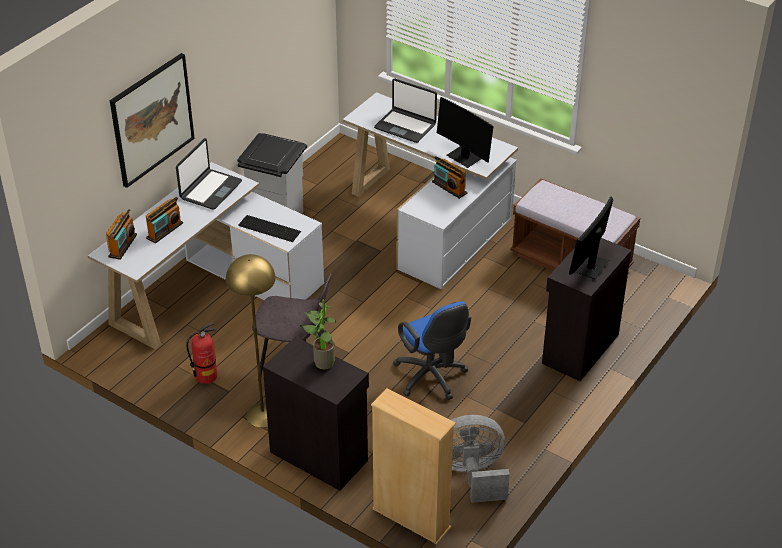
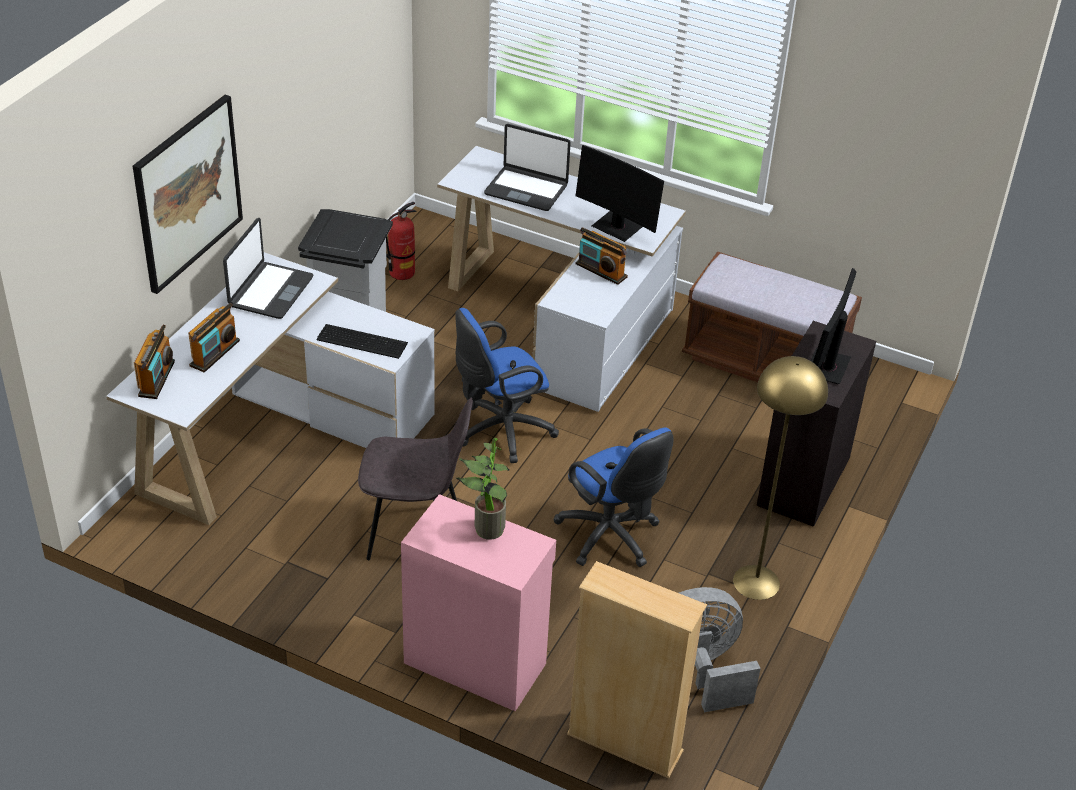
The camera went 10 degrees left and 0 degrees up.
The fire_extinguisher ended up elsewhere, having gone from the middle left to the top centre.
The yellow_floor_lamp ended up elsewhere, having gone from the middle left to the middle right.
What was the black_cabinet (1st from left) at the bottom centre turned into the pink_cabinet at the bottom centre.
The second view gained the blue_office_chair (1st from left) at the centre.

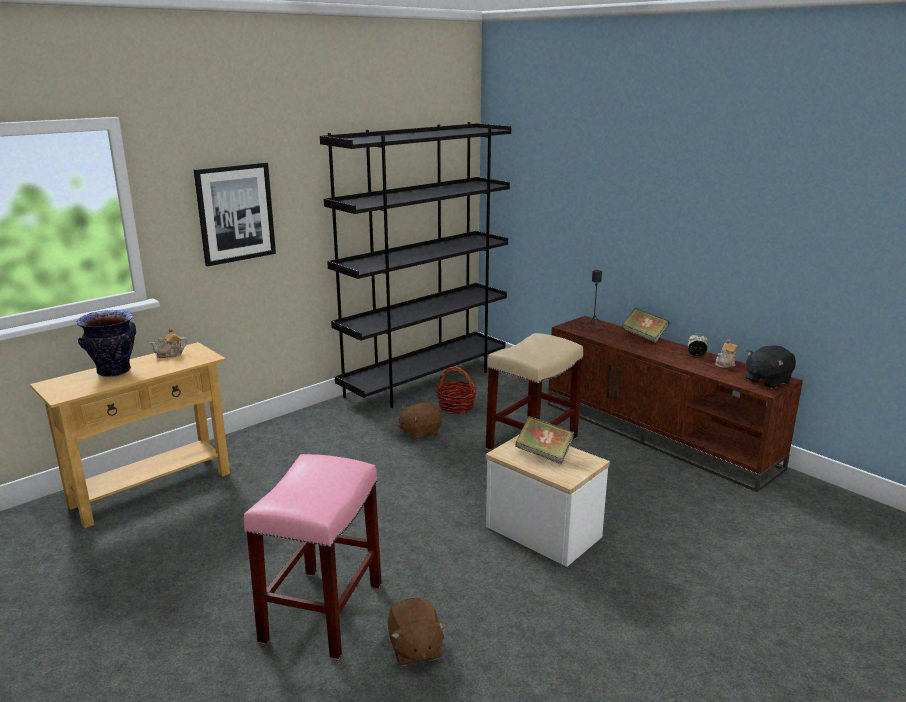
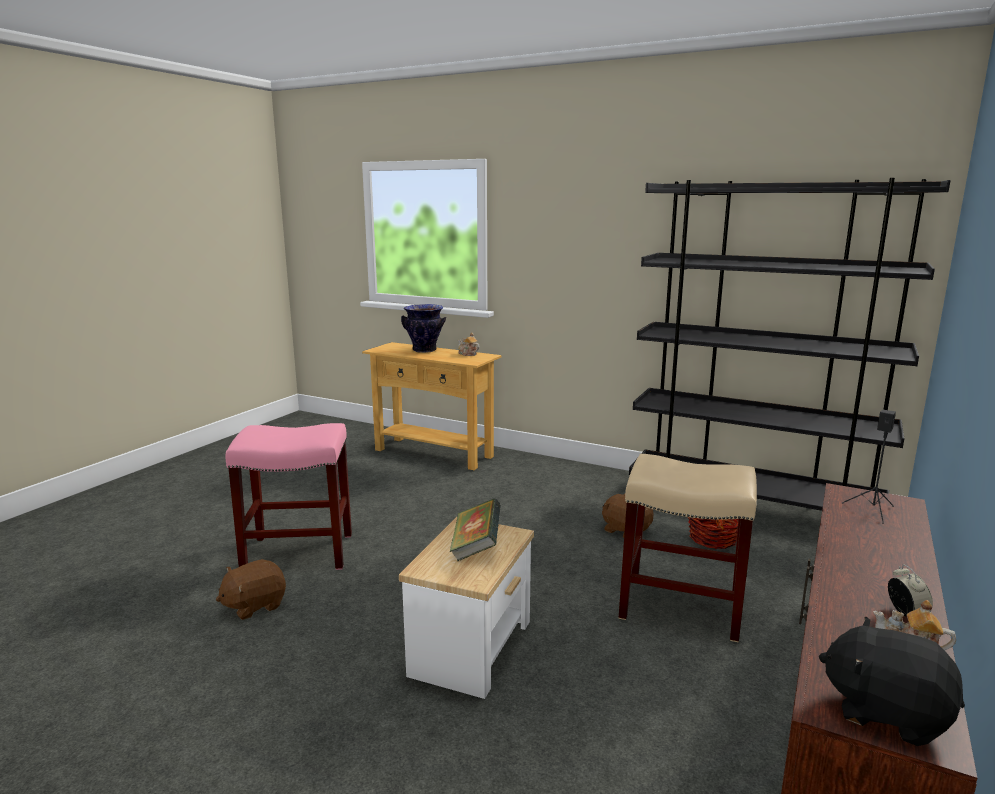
The camera went 70 degrees right and 5 degrees down.
The second view lost the picture at the top left.
The second view lost the book (2nd from left) at the middle right.

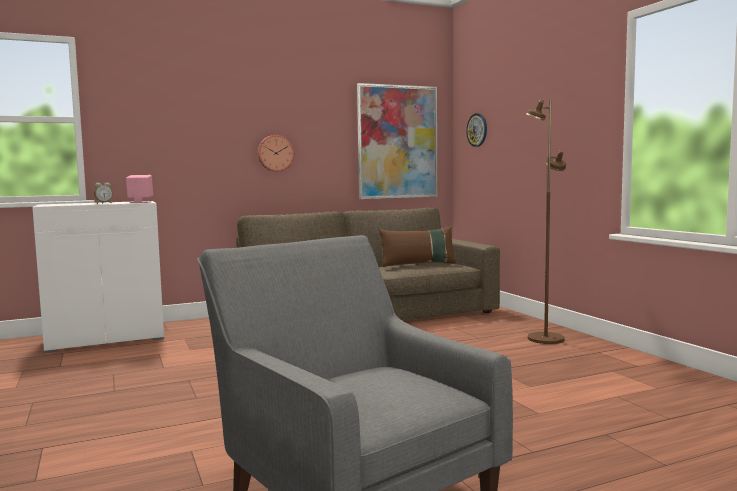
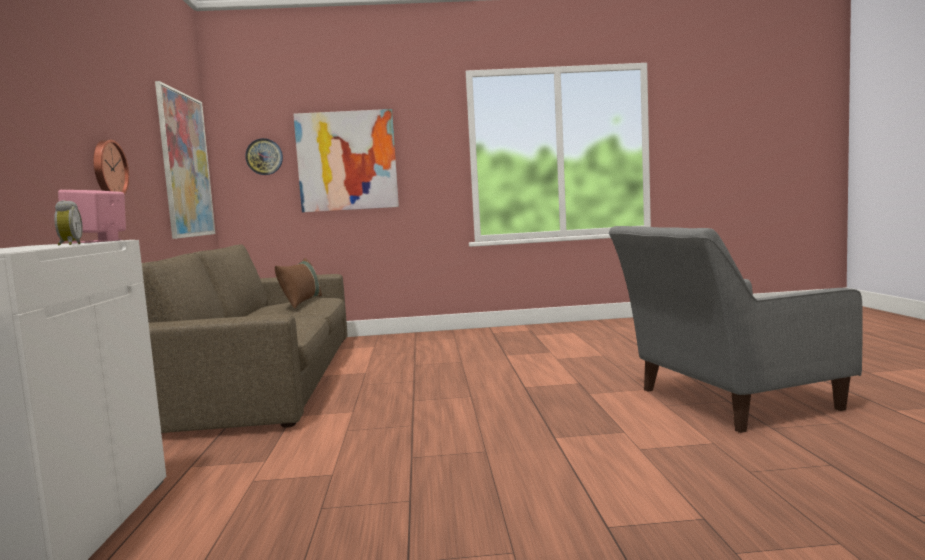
The camera went 70 degrees left and 0 degrees up.
The second view lost the brown_floor_lamp at the middle right.
The second view gained the picture (2nd from left) at the top centre.

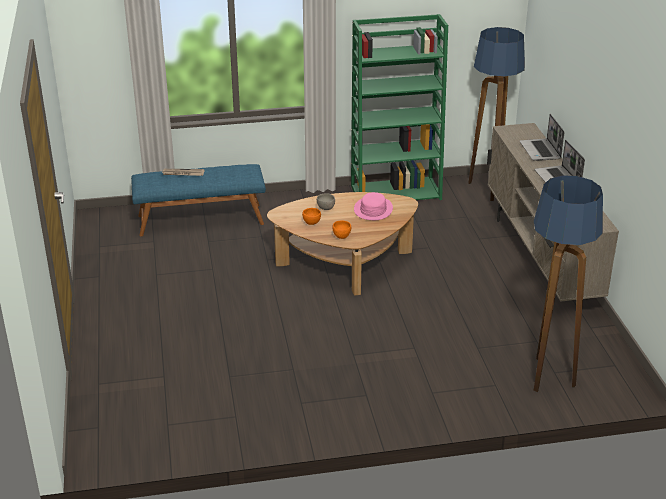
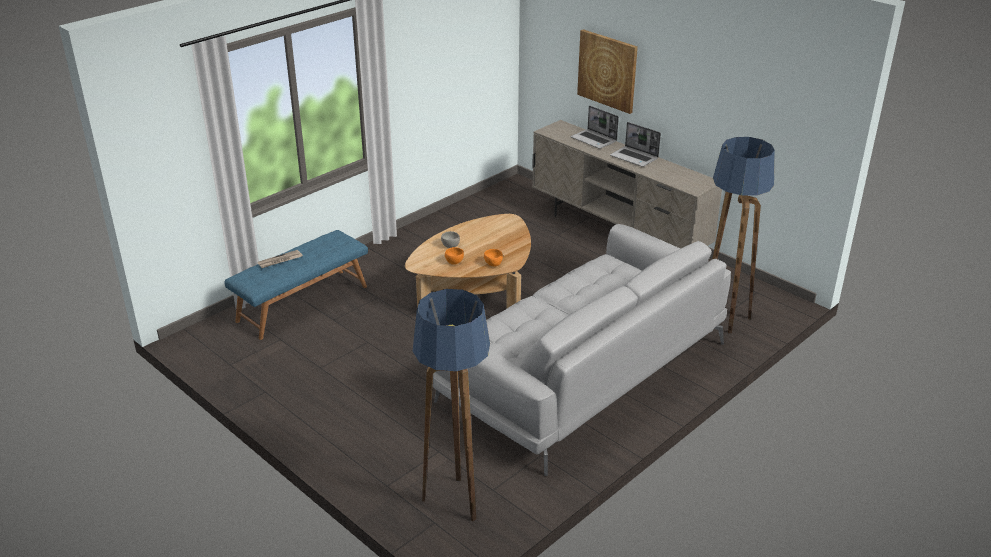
The camera went 35 degrees left and 0 degrees up.
The second view lost the green_bookcase at the top centre.
The second view lost the pink_hat at the centre.
The floor_lamp (1st from left) ended up elsewhere, having gone from the top right to the bottom centre.
The second view gained the grey_sofa at the centre.
The second view gained the picture at the top centre.

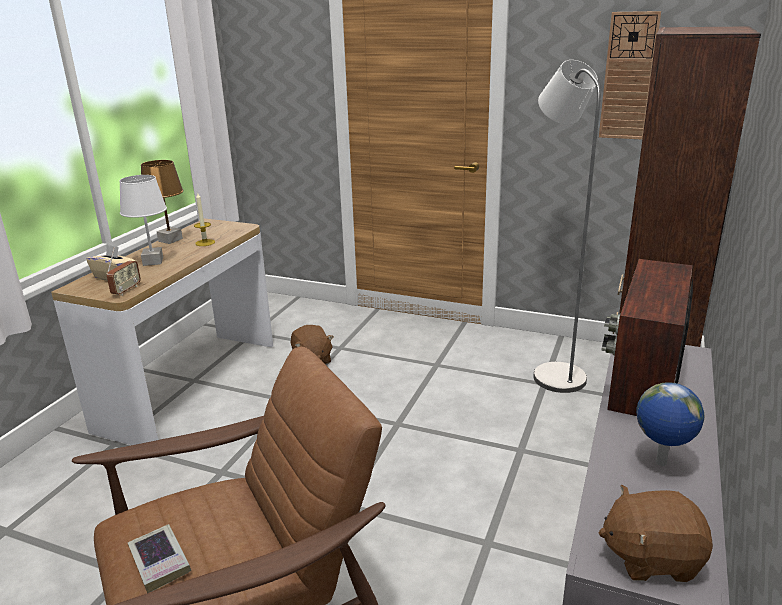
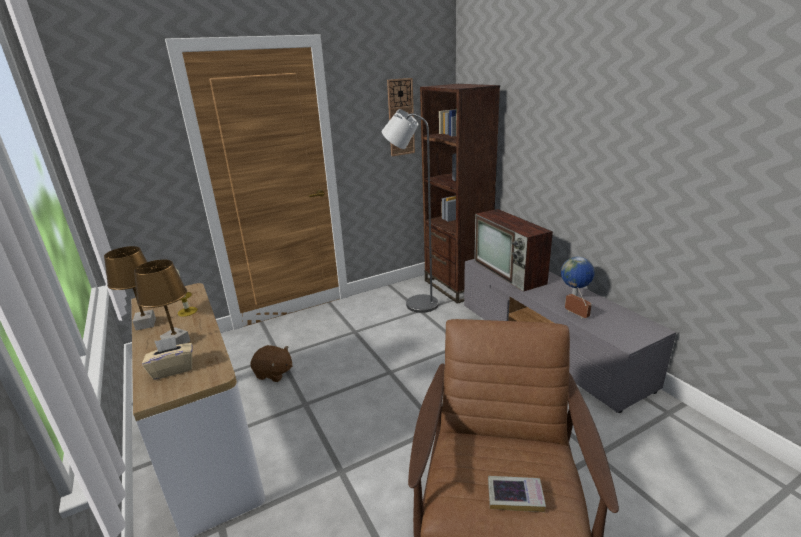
The camera went 50 degrees left and 0 degrees up.
The radio ended up elsewhere, having gone from the middle left to the middle right.
What was the white_table_lamp at the middle left turned into the brown_table_lamp (2nd from left) at the middle left.
The second view lost the brown_plush_toy (2nd from left) at the bottom right.

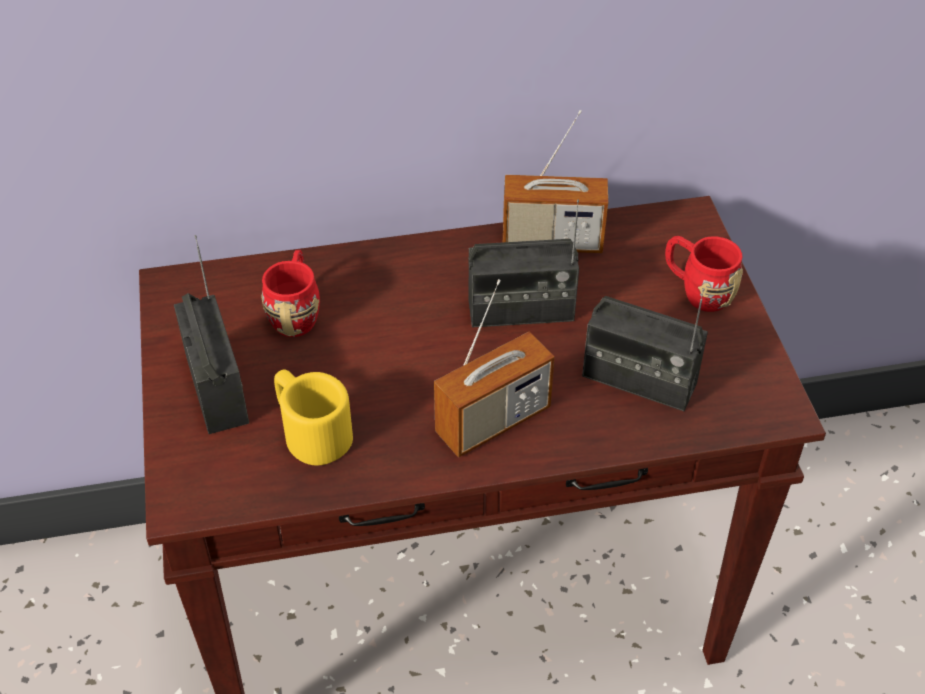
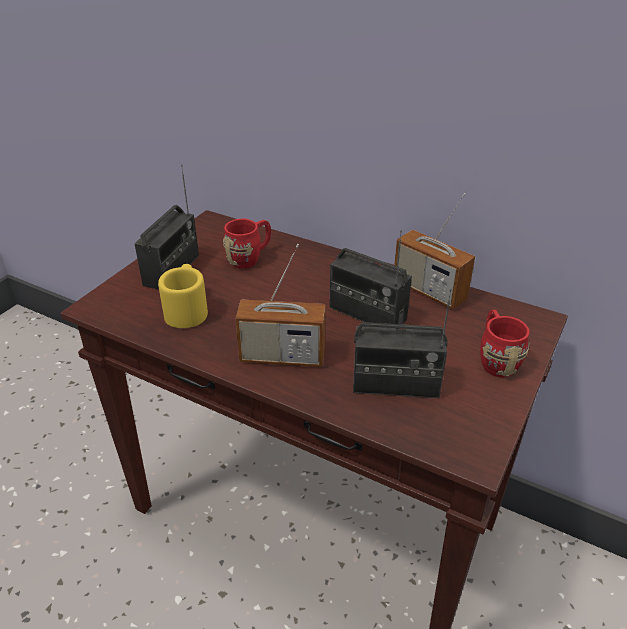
The camera went 40 degrees right and 10 degrees down.
The radio (5th from left in the first image) at the middle right ended up facing another way, 60 degrees counterclockwise from before.

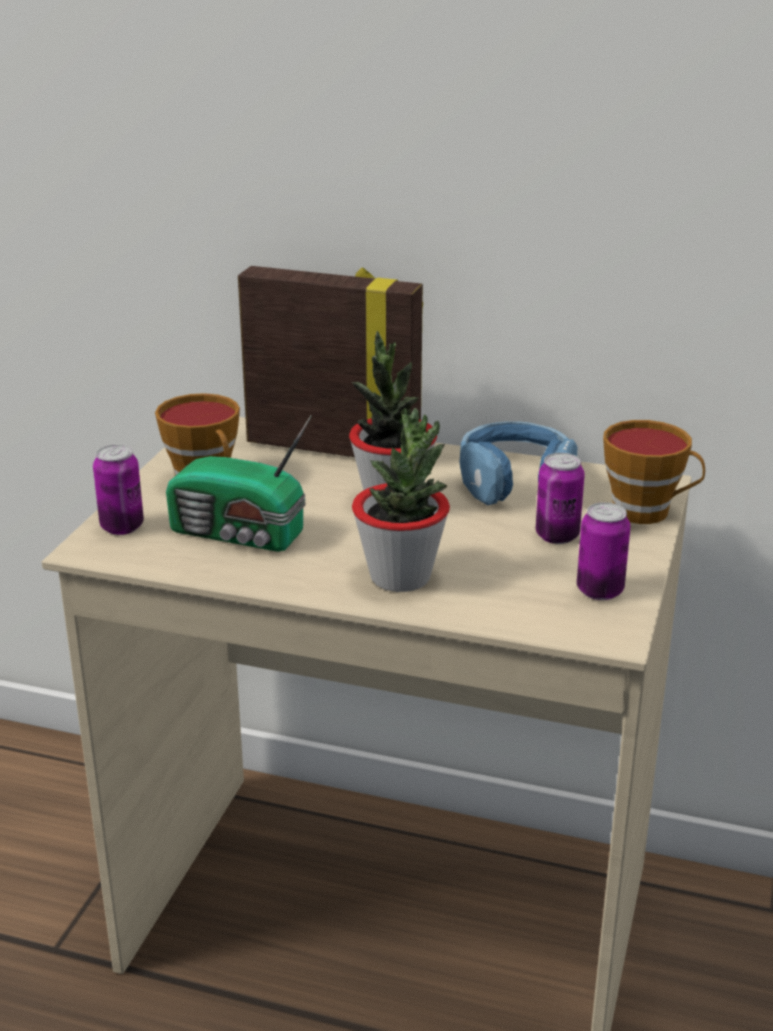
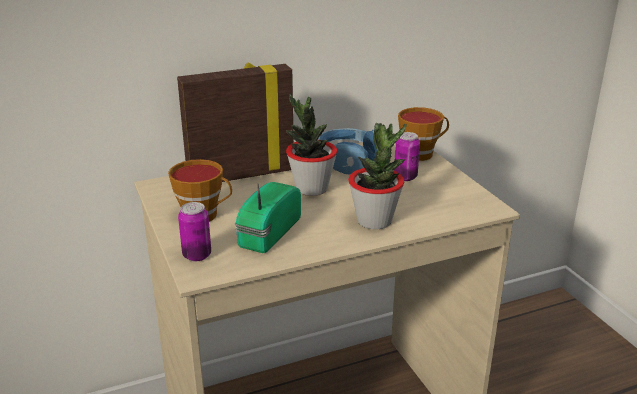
The camera went 40 degrees left and 0 degrees up.
The radio at the middle left ended up facing another way, 135 degrees clockwise from before.
The second view lost the can (3rd from left) at the middle right.

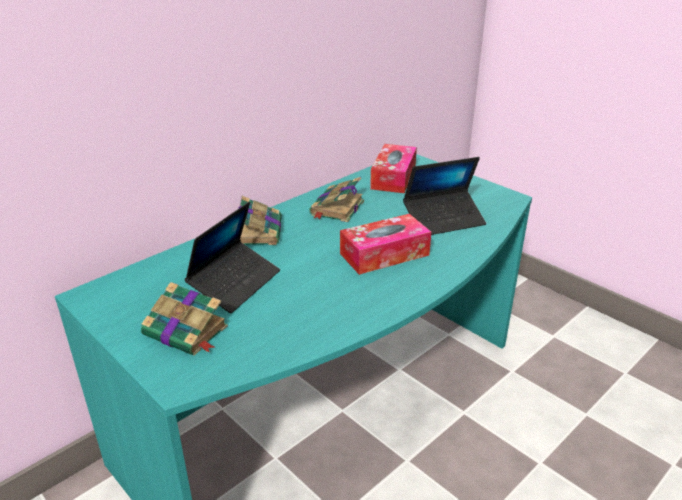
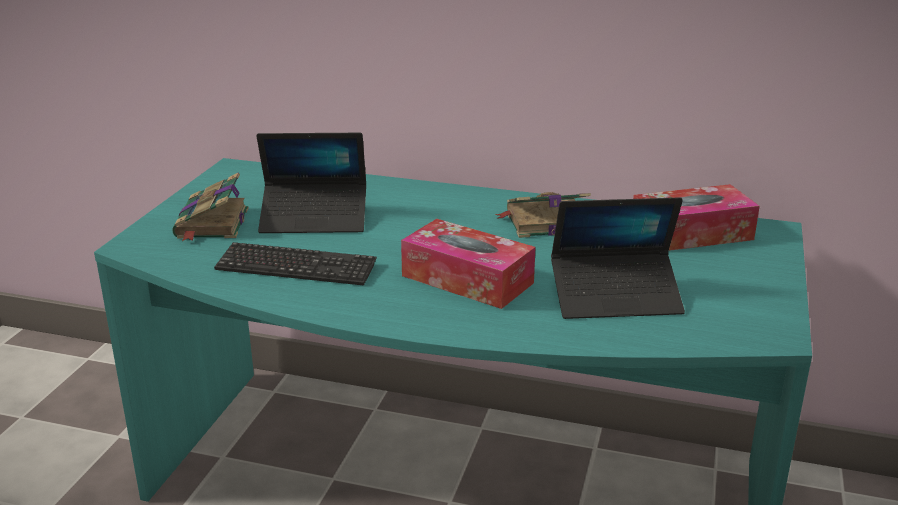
The camera went 60 degrees right and 5 degrees down.
The second view lost the book (2nd from left) at the centre.
The laptop (2nd from left) at the centre ended up facing another way, 45 degrees counterclockwise from before.
The second view gained the keyboard at the middle left.

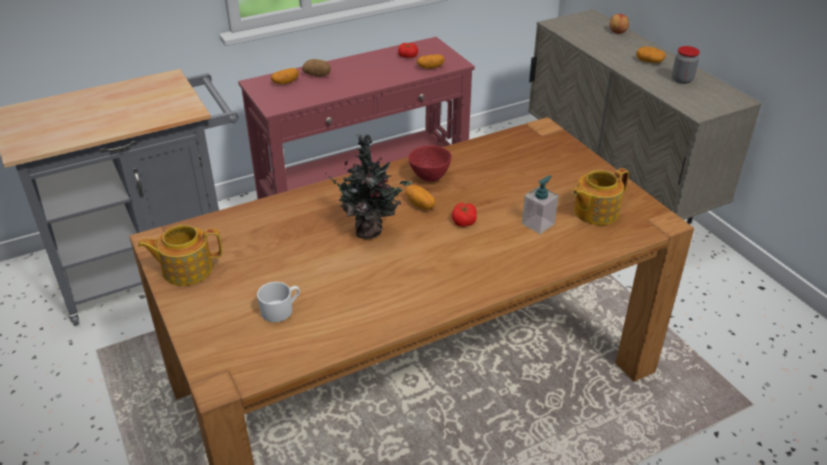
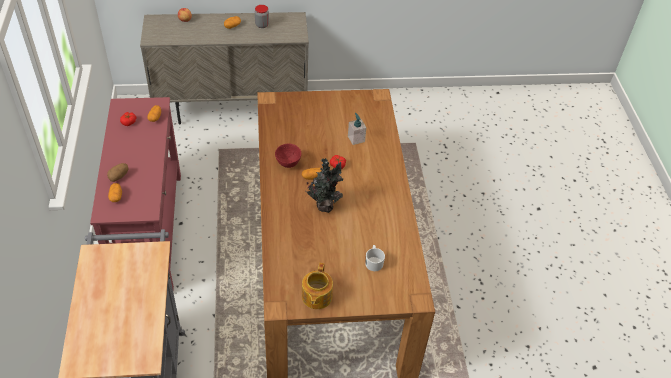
The camera went 70 degrees left and 10 degrees up.
The second view lost the teapot (2nd from left) at the middle right.

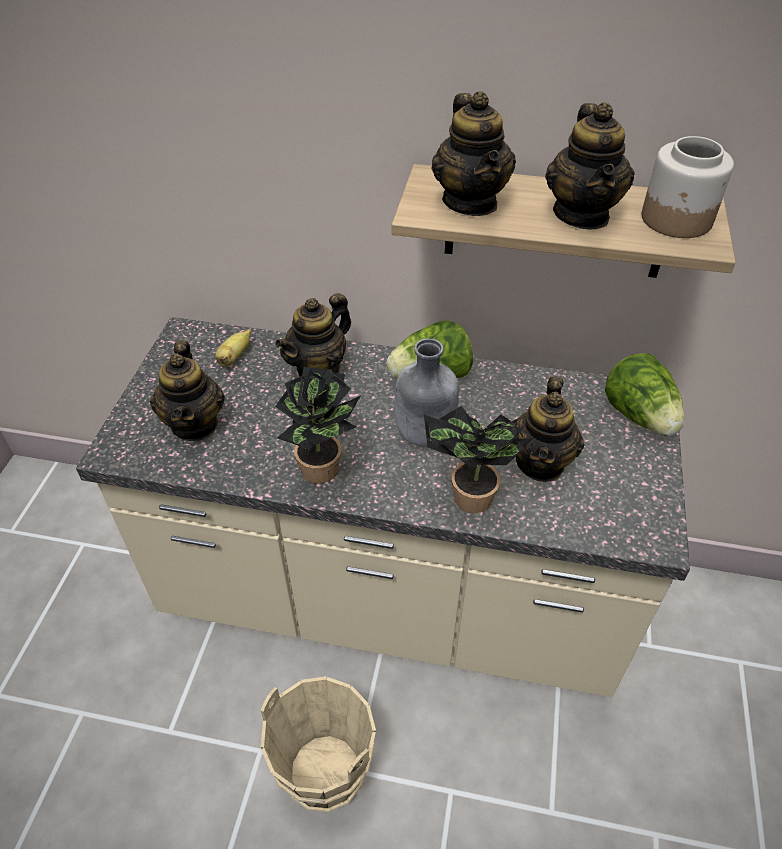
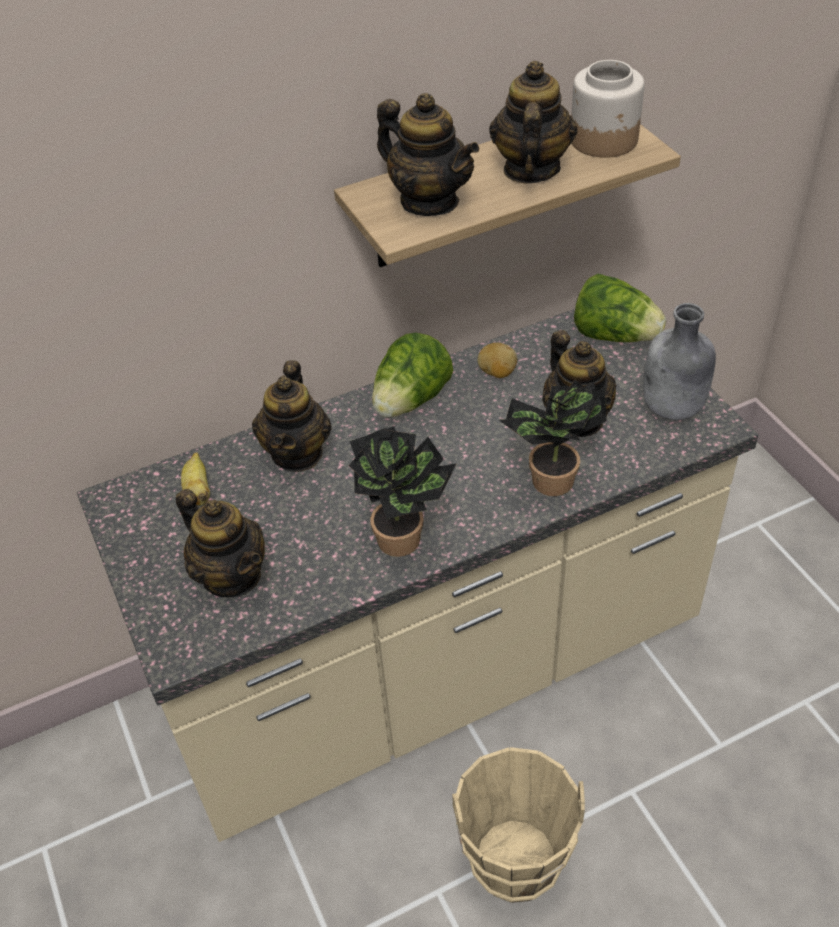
The camera went 35 degrees left and 0 degrees up.
The grey_bottle ended up elsewhere, having gone from the centre to the middle right.
The teapot (5th from left in the first image) at the top right ended up facing another way, 135 degrees counterclockwise from before.
The second view gained the potato at the centre.

